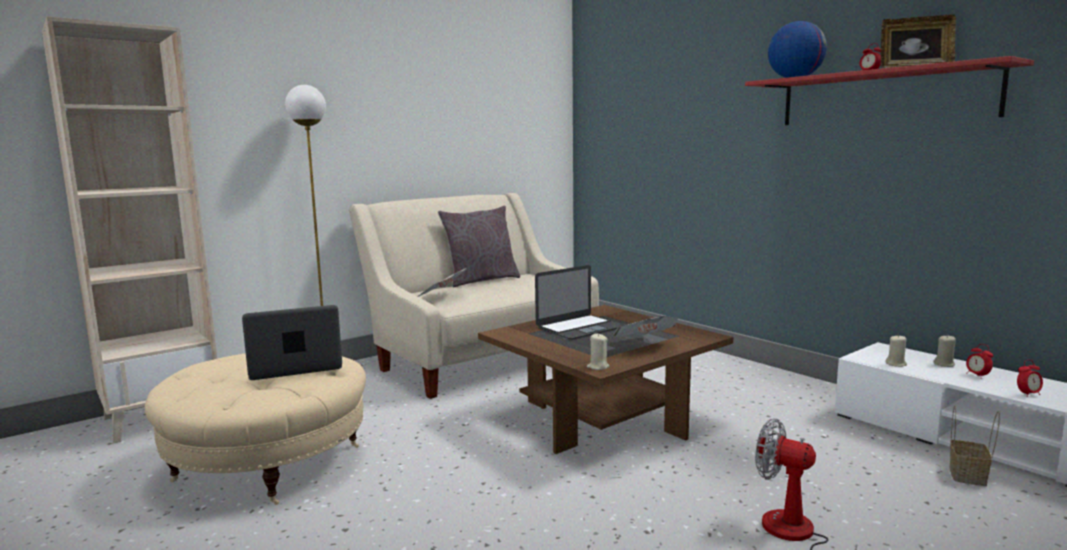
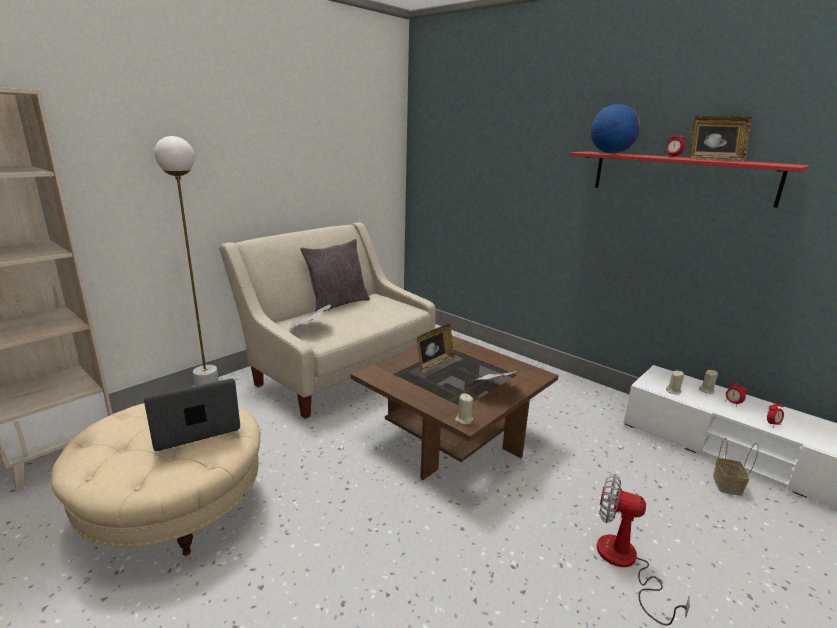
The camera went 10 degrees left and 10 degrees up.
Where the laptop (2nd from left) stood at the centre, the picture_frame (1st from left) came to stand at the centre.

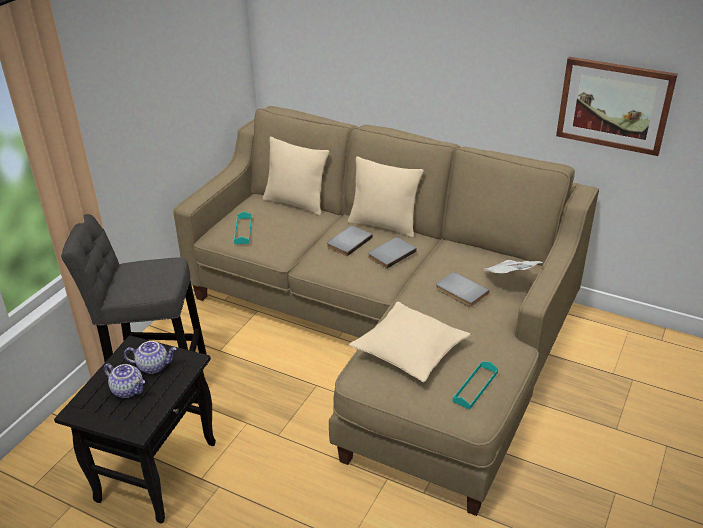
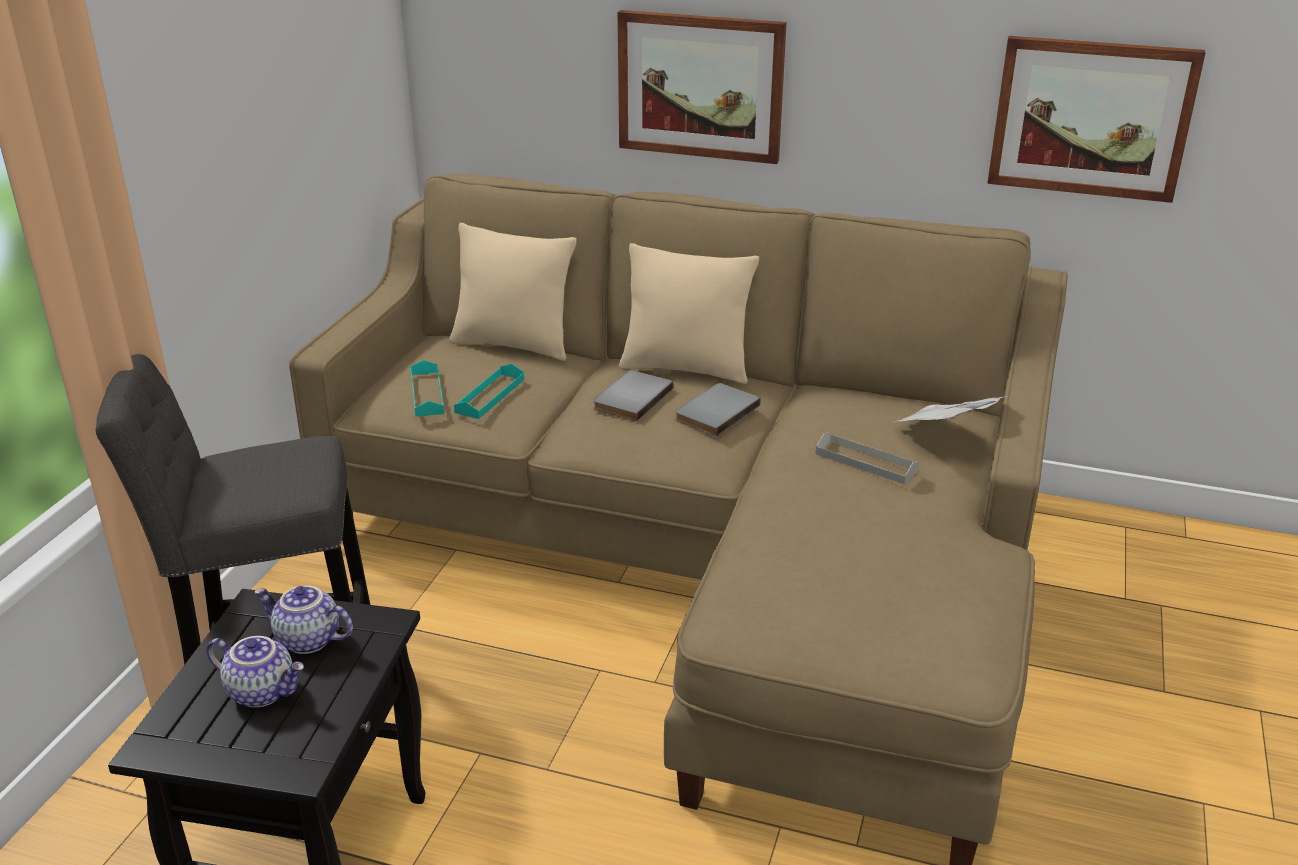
The camera went 10 degrees left and 5 degrees down.
The teapot (2nd from left) at the bottom left ended up facing another way, 150 degrees counterclockwise from before.
The second view lost the beige_pillow (3rd from left) at the centre.
Where the grey_book (3rd from left) stood at the centre, the grey_tray came to stand at the middle right.
The turquoise_tray (2nd from left) ended up elsewhere, having gone from the bottom right to the centre.
The second view gained the picture (1st from left) at the top centre.

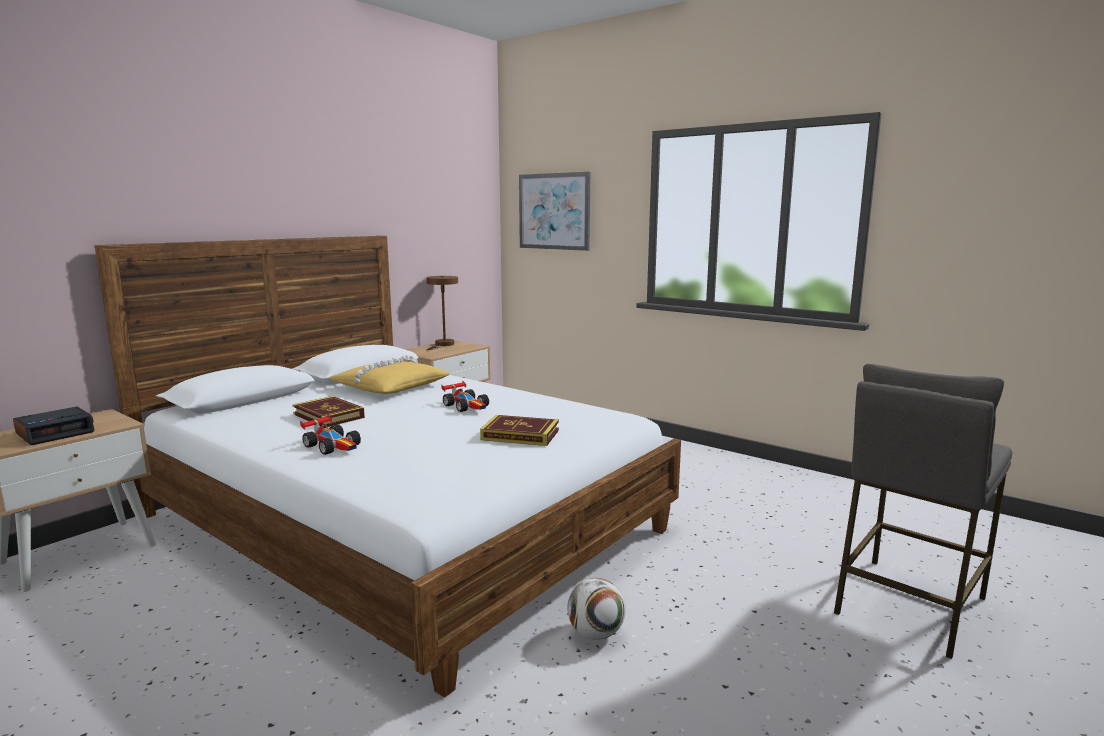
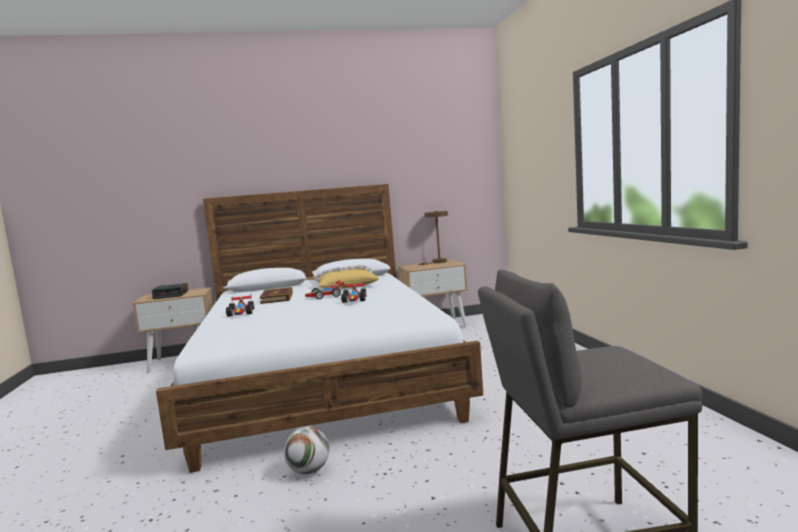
The camera went 40 degrees right and 5 degrees down.
The second view lost the book (2nd from left) at the centre.
The second view lost the picture at the top centre.
The second view gained the toy_car (2nd from left) at the centre.

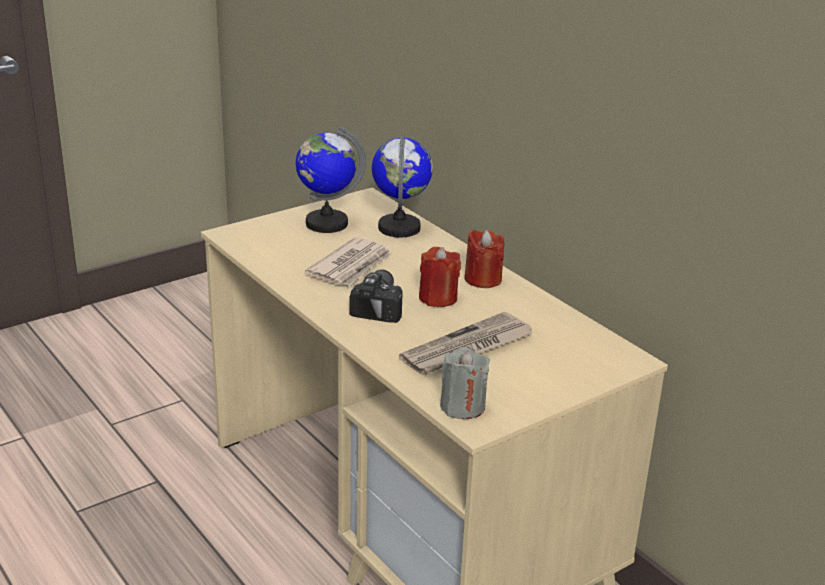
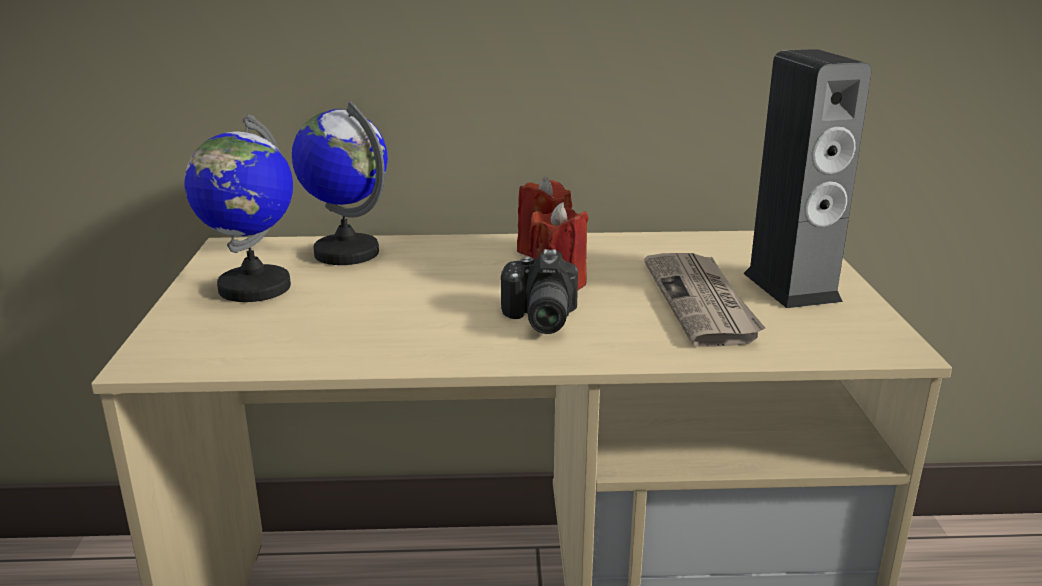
The camera went 55 degrees left and 5 degrees down.
The second view lost the newspaper (1st from left) at the centre.
The photo_camera at the centre ended up facing another way, 135 degrees counterclockwise from before.
The second view lost the grey_candle at the centre.
The second view gained the speaker at the top right.

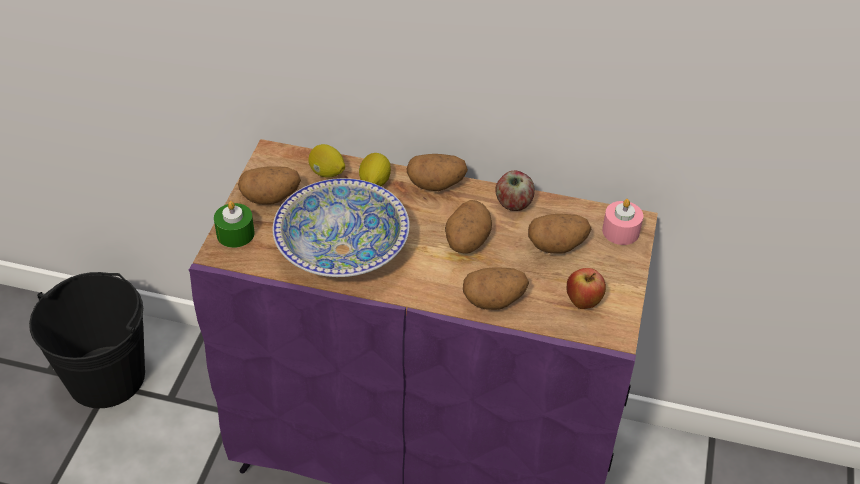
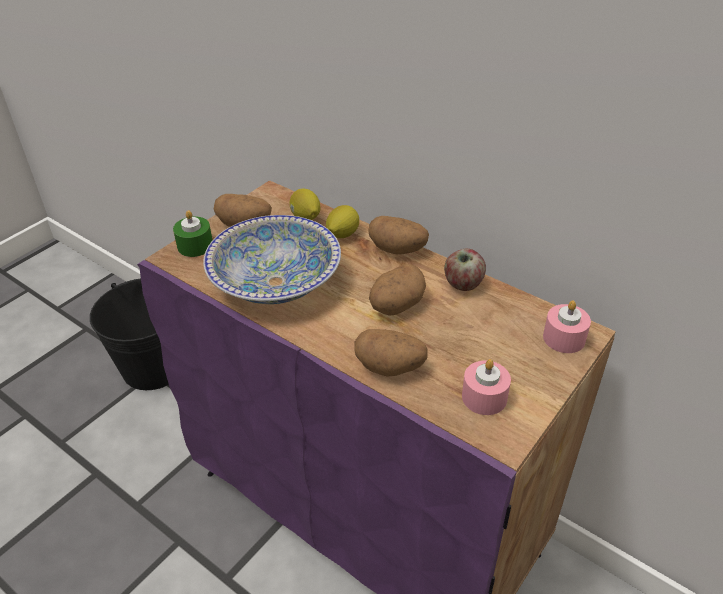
The camera went 25 degrees right and 5 degrees down.
The second view lost the potato (5th from left) at the centre.
Where the apple (2nd from left) stood at the middle right, the pink_candle (1st from left) came to stand at the middle right.

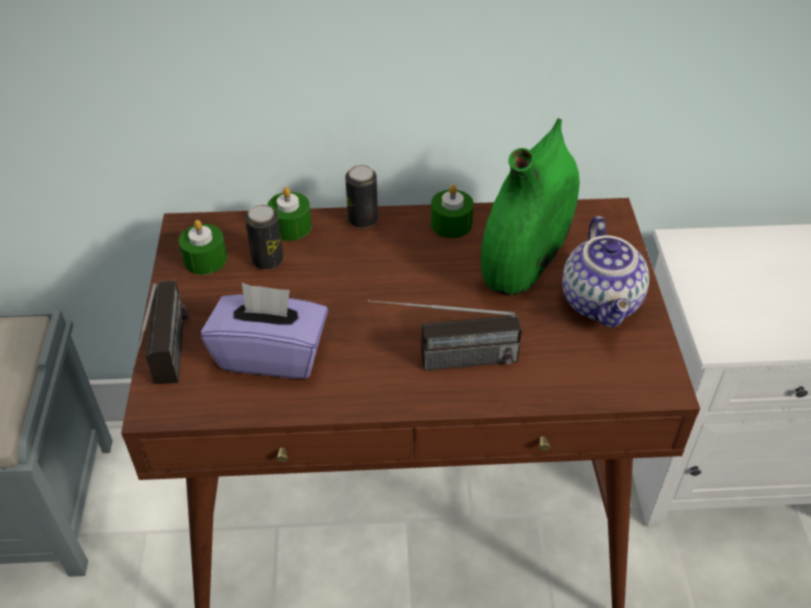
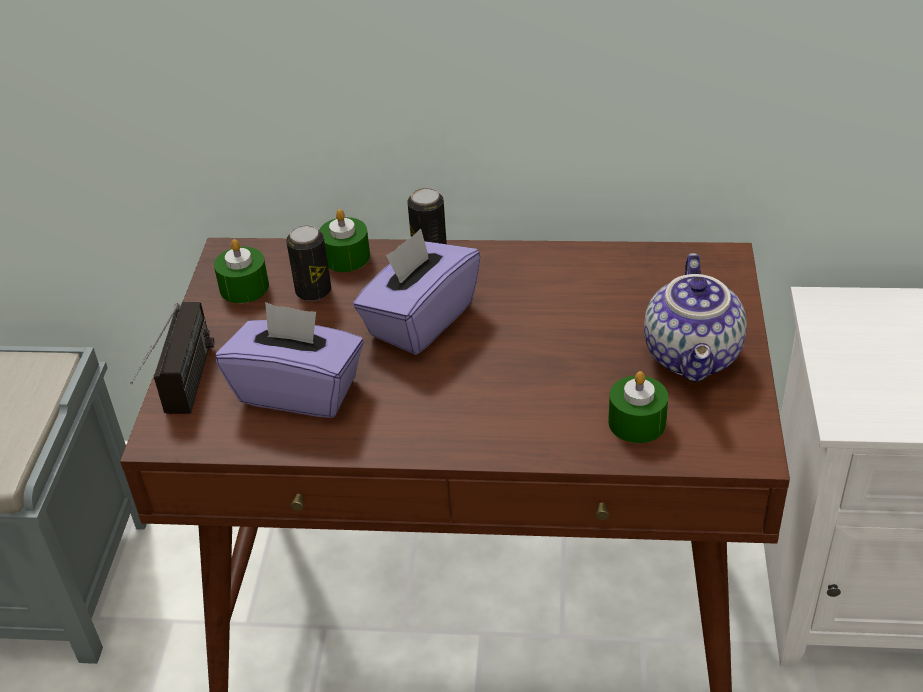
The camera went 10 degrees right and 5 degrees down.
The second view lost the radio (2nd from left) at the centre.
The green_candle (3rd from left) ended up elsewhere, having gone from the centre to the middle right.
The second view lost the green_vase at the centre.
The second view gained the purple_tissue_box (2nd from left) at the centre.

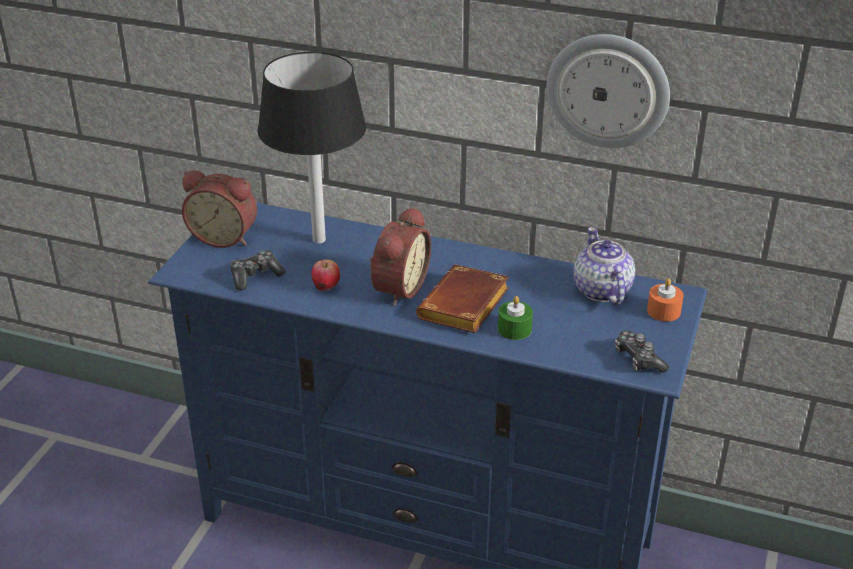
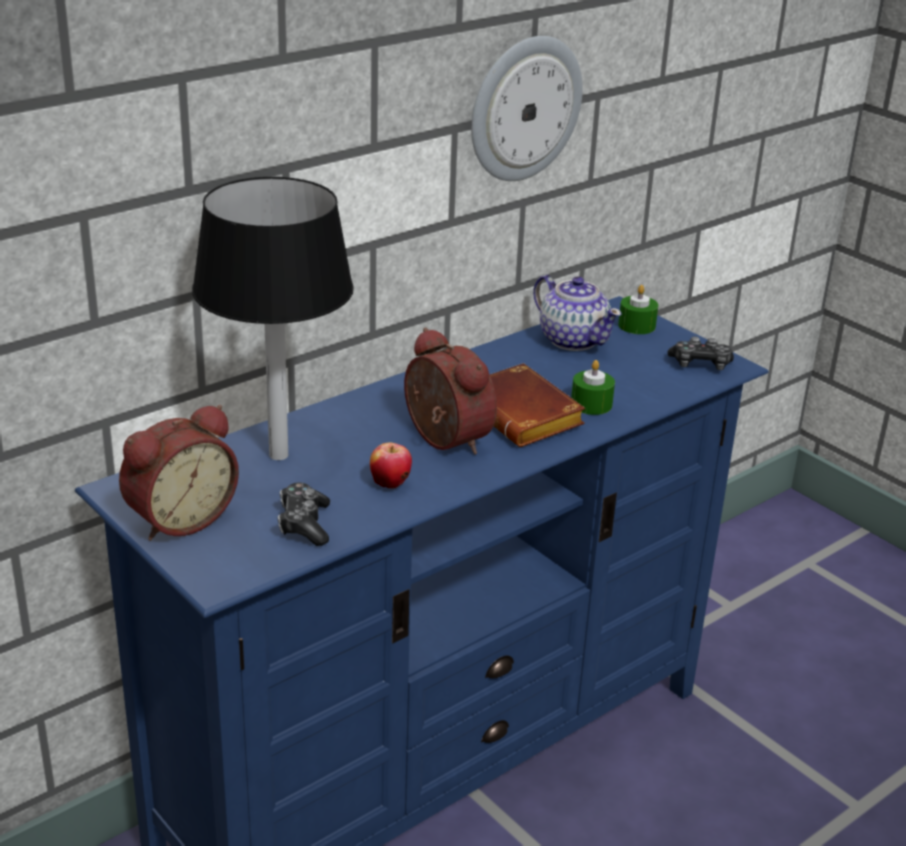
The camera went 60 degrees left and 5 degrees down.
The teapot at the middle right ended up facing another way, 150 degrees counterclockwise from before.
What was the orange_candle at the middle right turned into the green_candle (2nd from left) at the middle right.

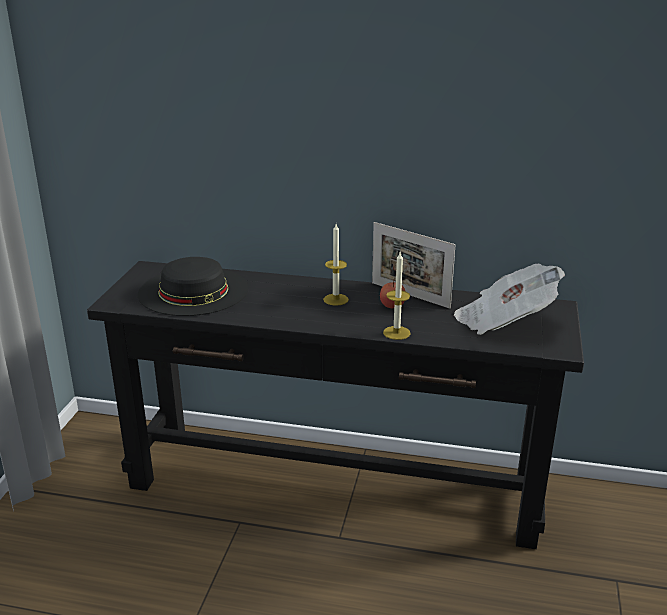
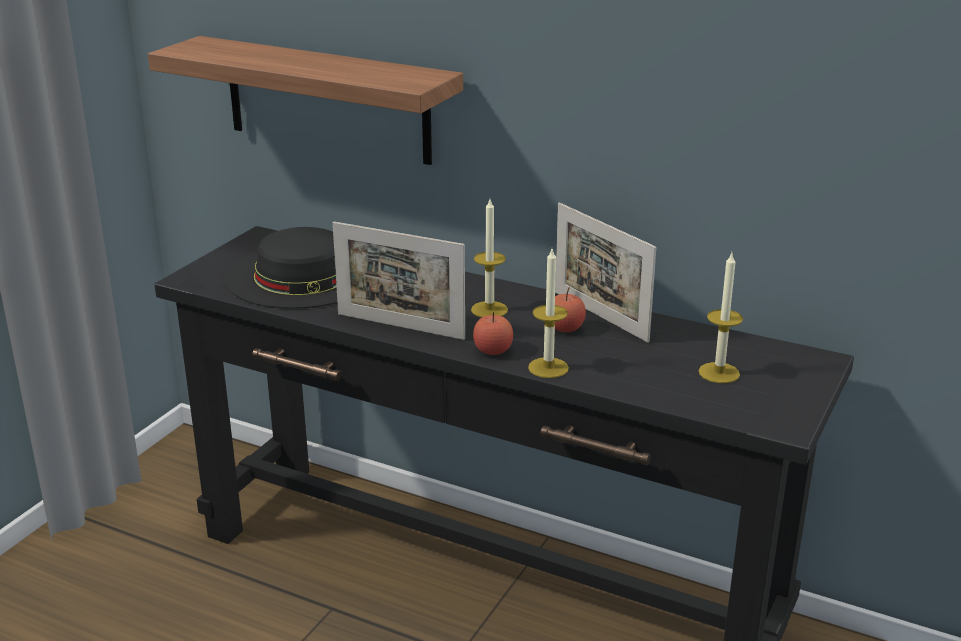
The camera went 15 degrees right and 0 degrees up.
Where the newspaper stood at the middle right, the candle (3rd from left) came to stand at the middle right.
The second view gained the shelf at the top left.
The second view gained the picture_frame (1st from left) at the centre.
The second view gained the apple (1st from left) at the centre.

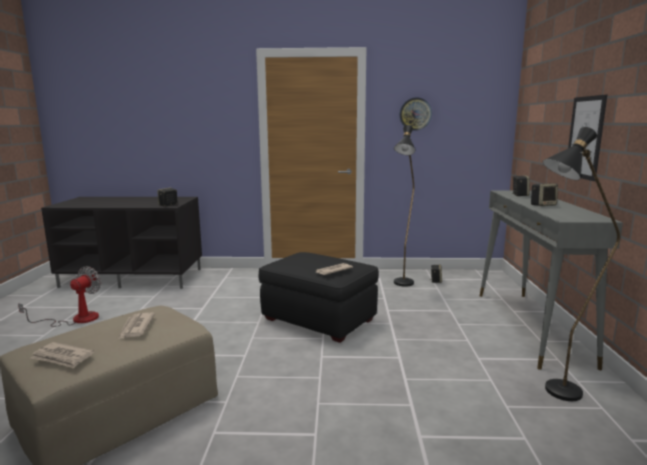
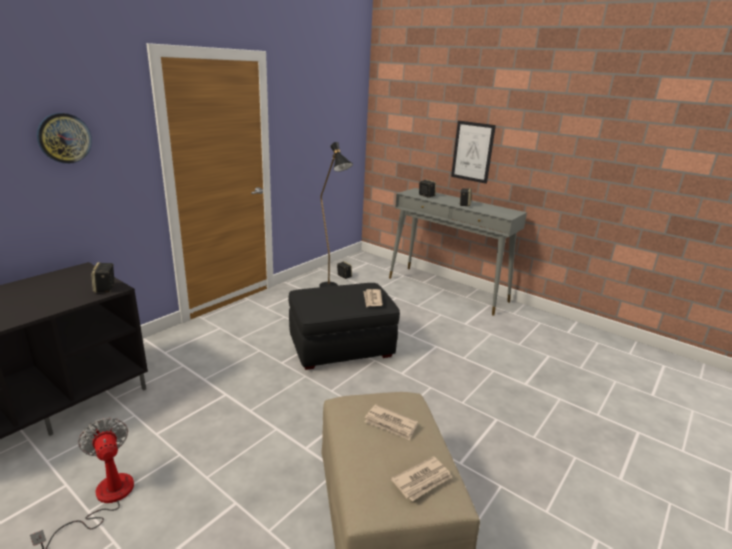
The camera went 55 degrees left and 10 degrees up.
The wall_clock ended up elsewhere, having gone from the top centre to the top left.
The second view lost the black_floor_lamp (2nd from left) at the middle right.

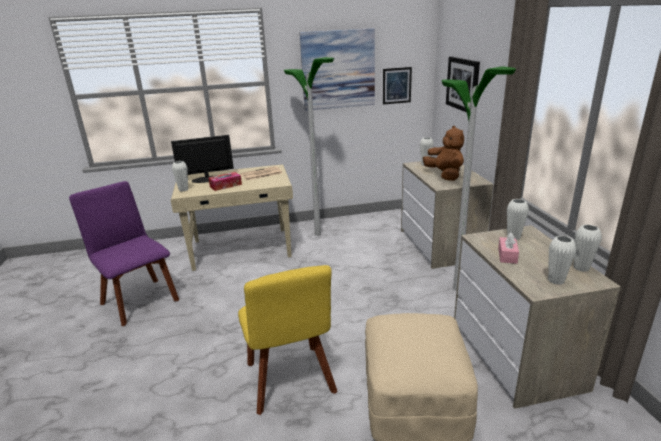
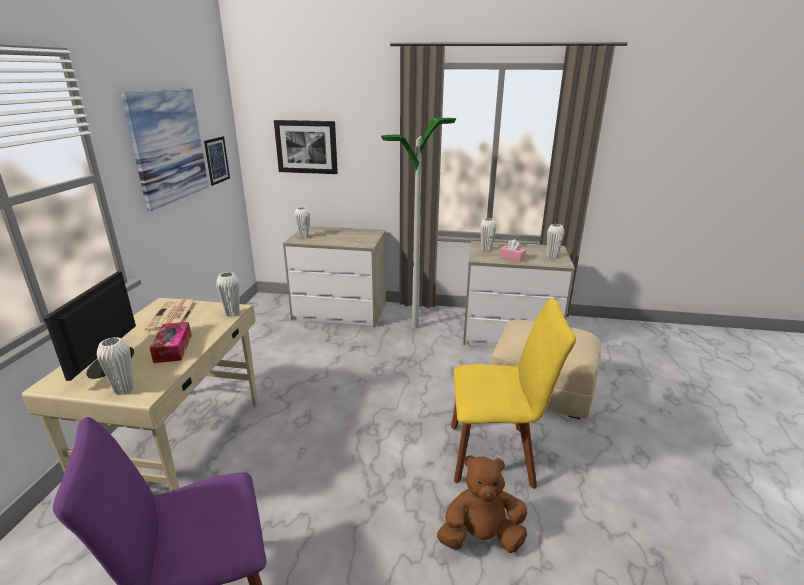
The camera went 70 degrees left and 0 degrees up.
The second view lost the floor_lamp (1st from left) at the top centre.
The brown_plush_toy ended up elsewhere, having gone from the middle right to the bottom centre.
The white_vase (5th from left in the first image) ended up elsewhere, having gone from the middle right to the middle left.

